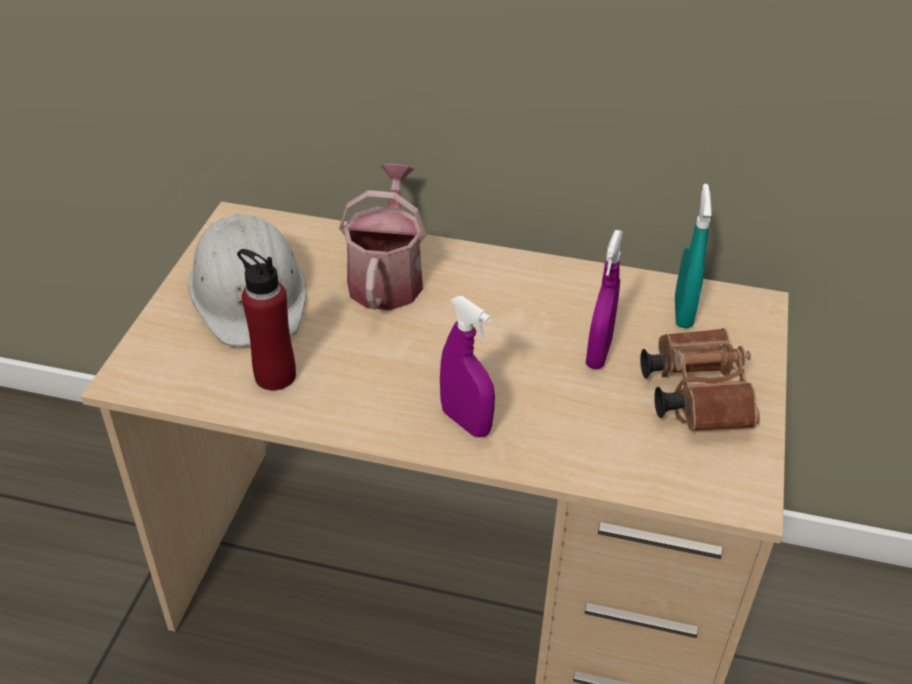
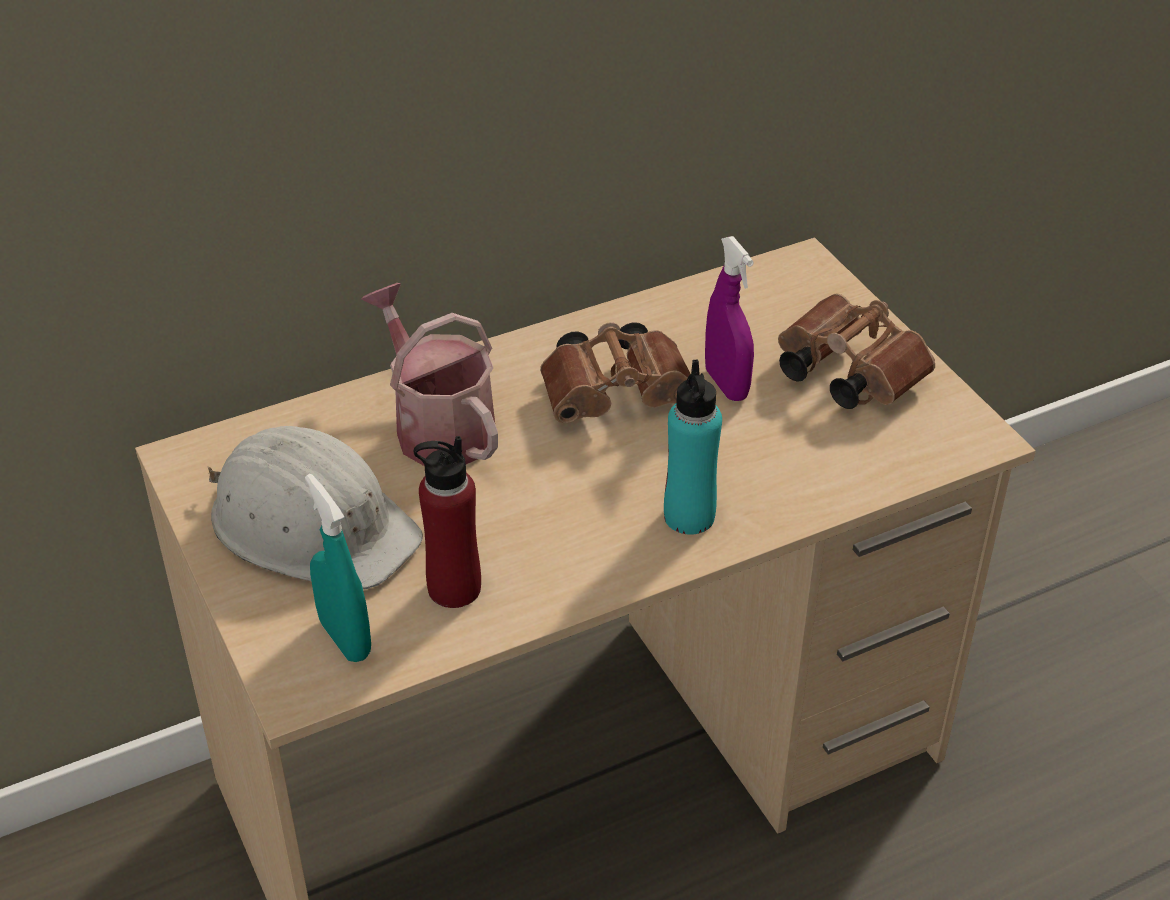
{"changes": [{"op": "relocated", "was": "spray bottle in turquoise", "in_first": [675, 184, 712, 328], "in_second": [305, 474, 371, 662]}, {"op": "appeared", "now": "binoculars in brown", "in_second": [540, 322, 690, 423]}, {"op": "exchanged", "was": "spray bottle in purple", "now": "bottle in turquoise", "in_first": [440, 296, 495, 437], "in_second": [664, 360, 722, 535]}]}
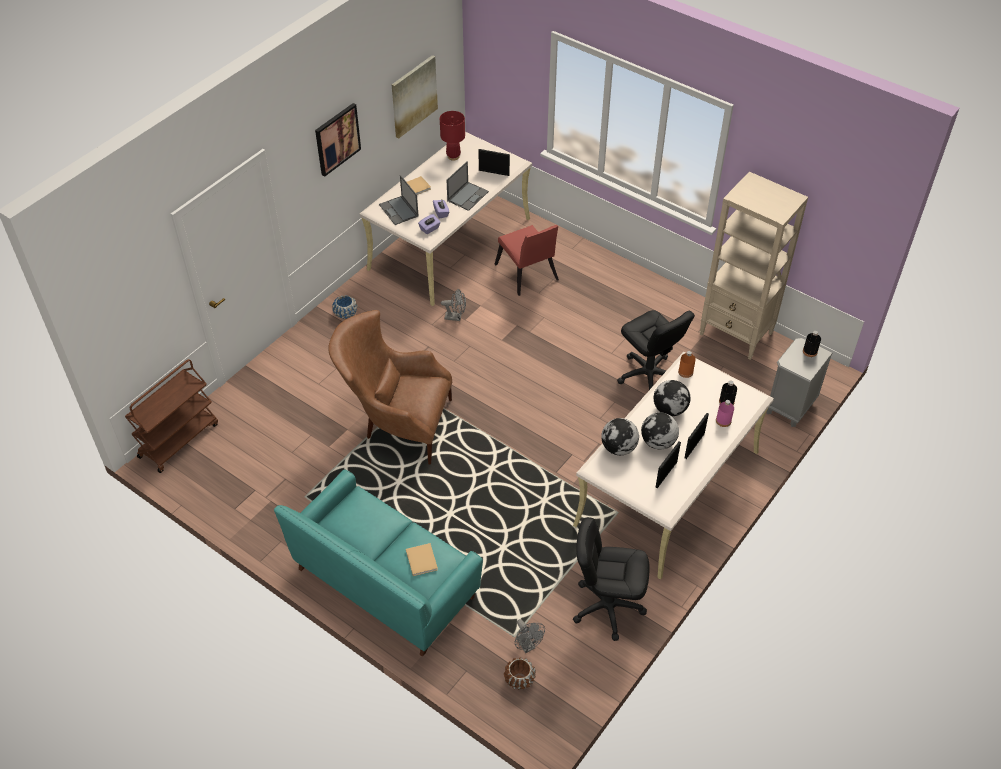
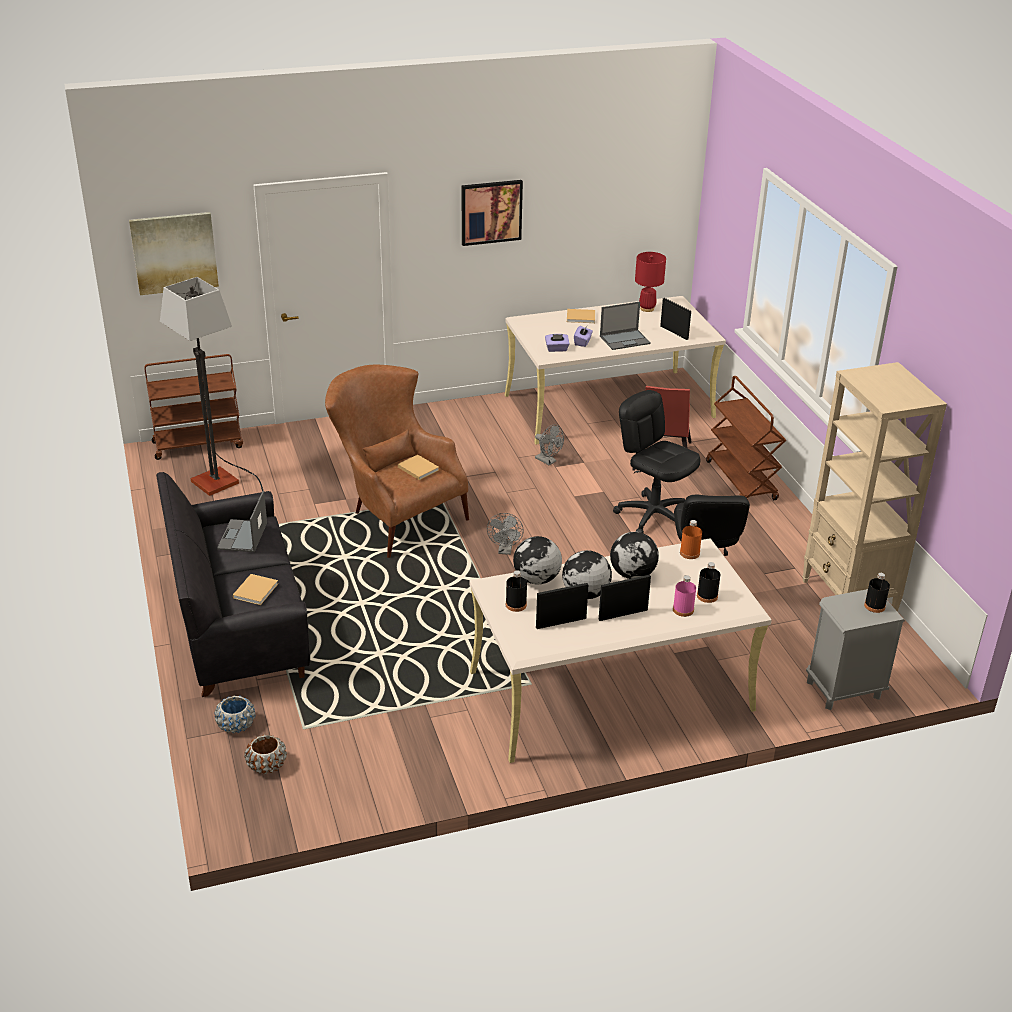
{"changes": [{"op": "relocated", "was": "picture", "in_first": [392, 55, 438, 138], "in_second": [129, 212, 219, 295]}, {"op": "colour", "was": "sofa in turquoise", "now": "sofa in black", "in_first": [274, 469, 483, 657], "in_second": [156, 472, 310, 697]}, {"op": "appeared", "now": "floor lamp", "in_second": [160, 277, 263, 496]}, {"op": "relocated", "was": "planter in blue", "in_first": [332, 295, 358, 319], "in_second": [215, 696, 256, 733]}, {"op": "relocated", "was": "laptop", "in_first": [379, 175, 418, 225], "in_second": [217, 491, 267, 552]}, {"op": "appeared", "now": "book in beige", "in_second": [398, 455, 439, 480]}, {"op": "relocated", "was": "fan in grey", "in_first": [515, 619, 545, 653], "in_second": [487, 513, 524, 555]}, {"op": "appeared", "now": "bottle in black", "in_second": [506, 571, 527, 612]}, {"op": "relocated", "was": "office chair in black", "in_first": [573, 517, 650, 641], "in_second": [613, 390, 700, 533]}, {"op": "appeared", "now": "cart in brown", "in_second": [706, 376, 786, 500]}]}
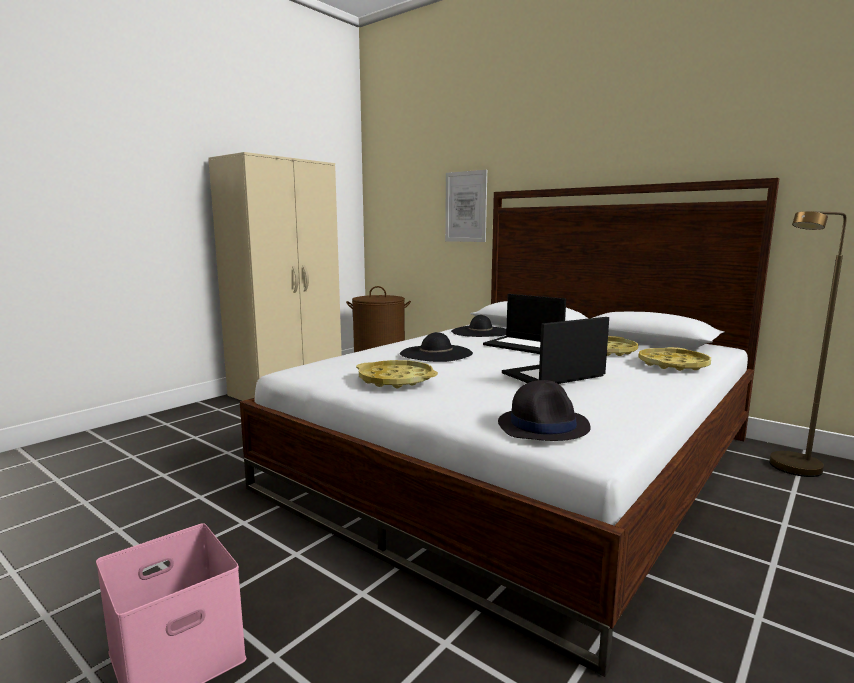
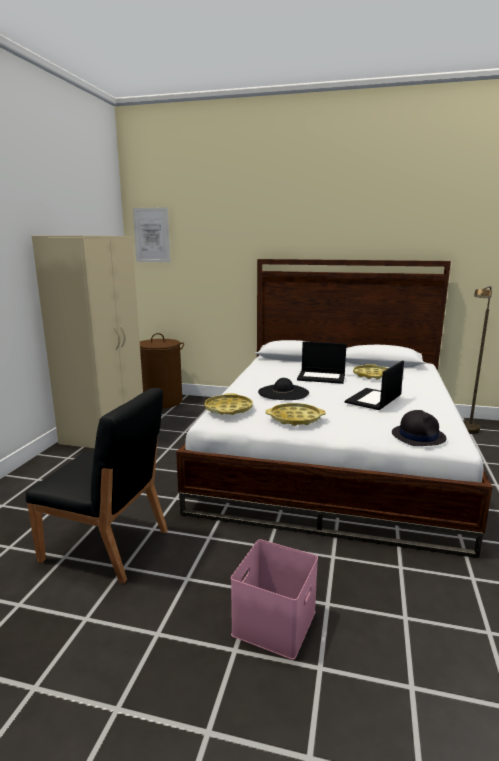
{"changes": [{"op": "appeared", "now": "chair in black", "in_second": [26, 388, 168, 584]}, {"op": "relocated", "was": "picture", "in_first": [445, 170, 487, 242], "in_second": [133, 207, 170, 262]}, {"op": "relocated", "was": "tray in yellow", "in_first": [638, 347, 711, 371], "in_second": [205, 393, 253, 415]}, {"op": "missing", "was": "hat in black", "in_first": [451, 315, 507, 337]}]}
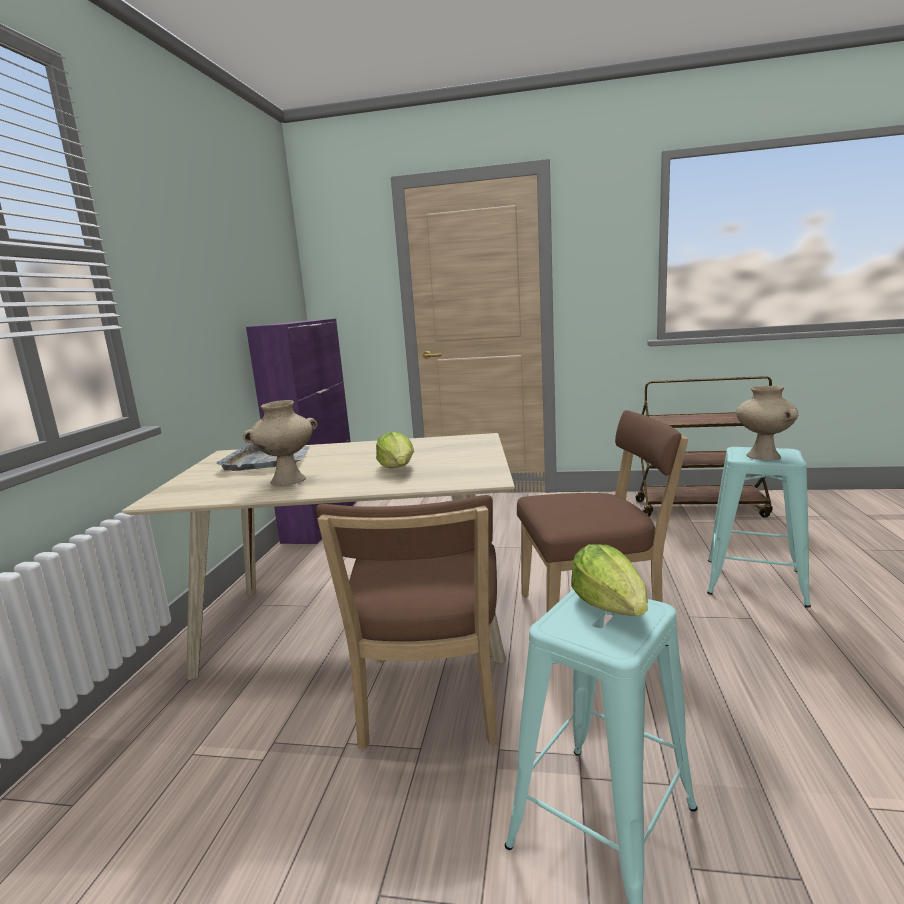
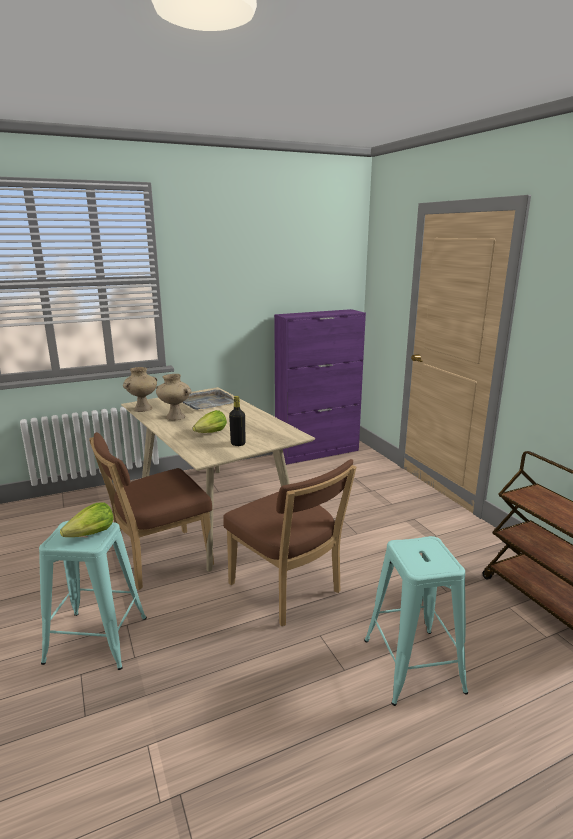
{"changes": [{"op": "relocated", "was": "vase in beige", "in_first": [736, 386, 798, 461], "in_second": [123, 367, 157, 412]}, {"op": "appeared", "now": "bottle in black", "in_second": [229, 396, 245, 446]}]}
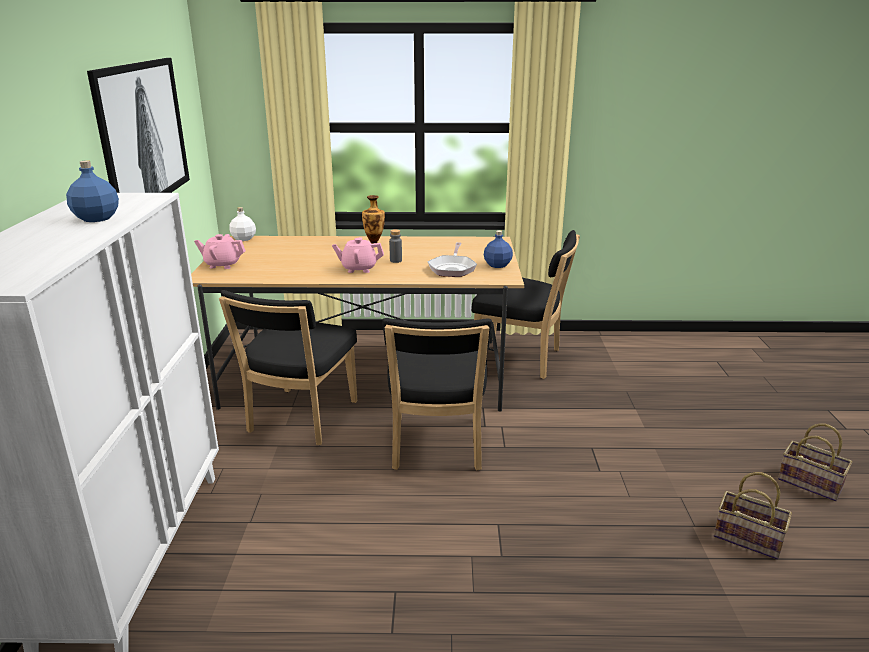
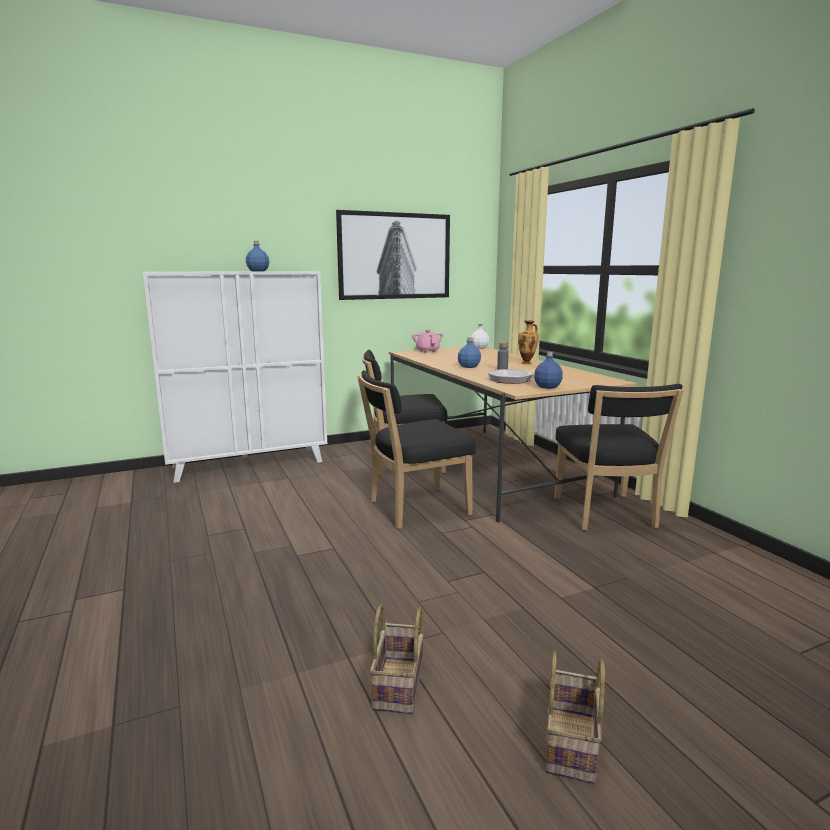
{"changes": [{"op": "exchanged", "was": "teapot in pink", "now": "bottle in blue", "in_first": [332, 237, 384, 273], "in_second": [458, 337, 481, 368]}]}
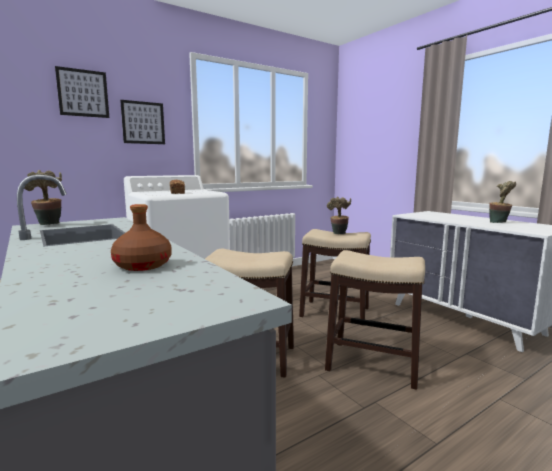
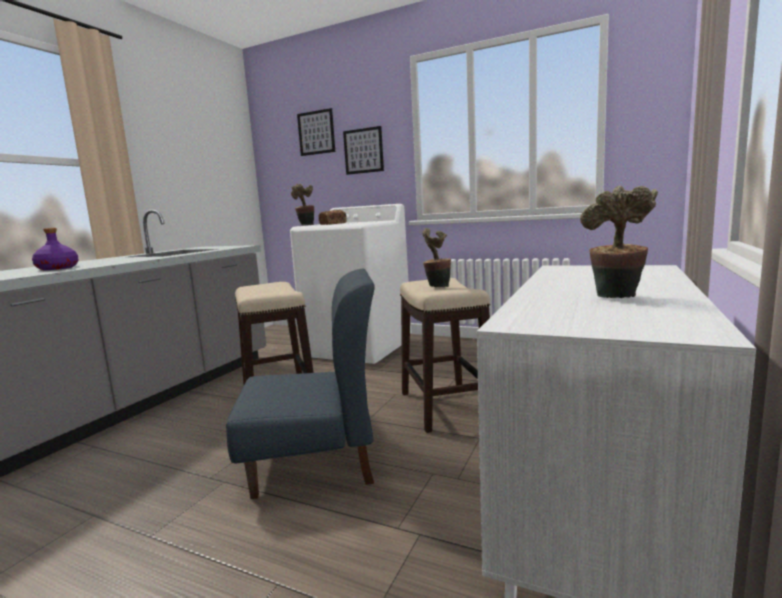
{"changes": [{"op": "colour", "was": "bottle in brown", "now": "bottle in purple", "in_first": [111, 204, 171, 271], "in_second": [32, 228, 79, 270]}, {"op": "exchanged", "was": "stool", "now": "chair in blue", "in_first": [325, 250, 425, 390], "in_second": [226, 269, 375, 499]}, {"op": "relocated", "was": "potted plant", "in_first": [24, 170, 62, 225], "in_second": [291, 184, 314, 225]}]}
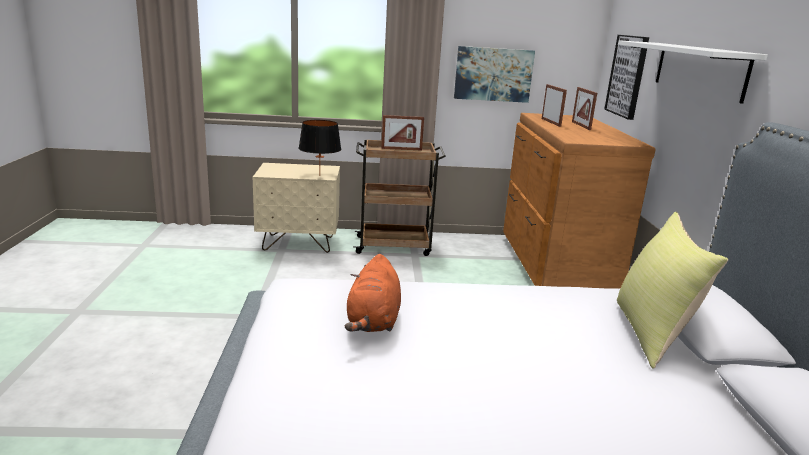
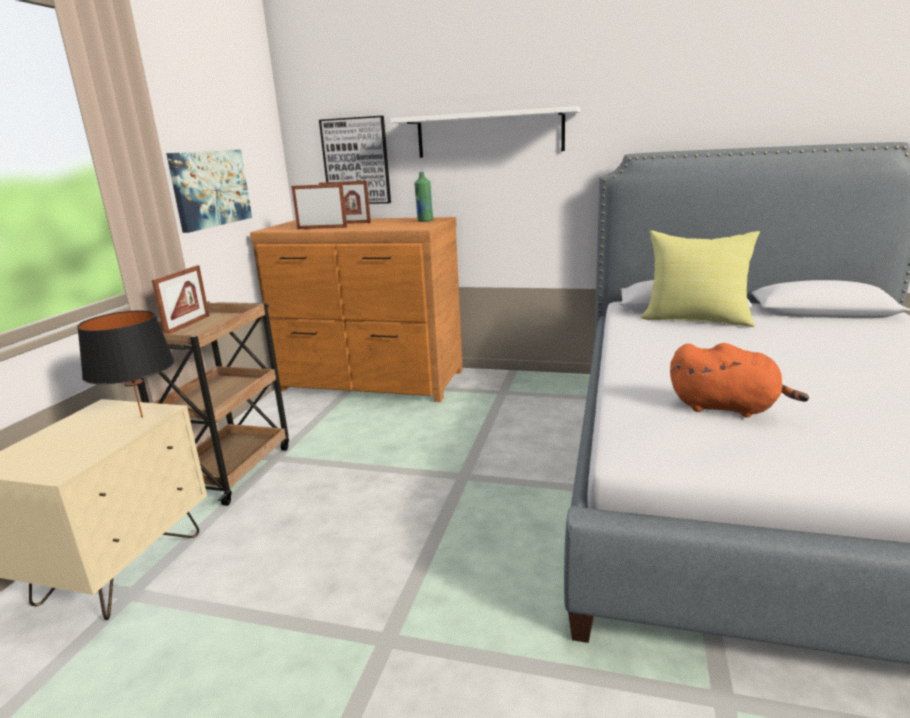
{"changes": [{"op": "appeared", "now": "bottle in green", "in_second": [414, 172, 433, 222]}]}
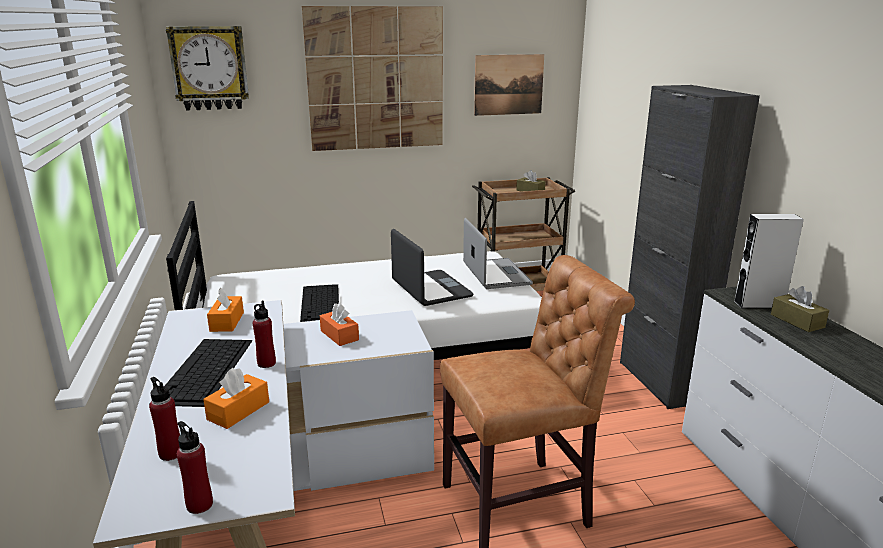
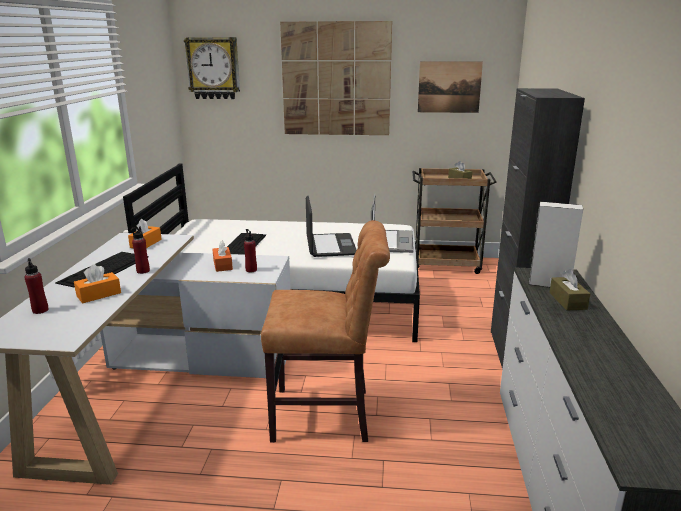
{"changes": [{"op": "relocated", "was": "bottle in red", "in_first": [177, 421, 213, 514], "in_second": [244, 229, 257, 272]}]}
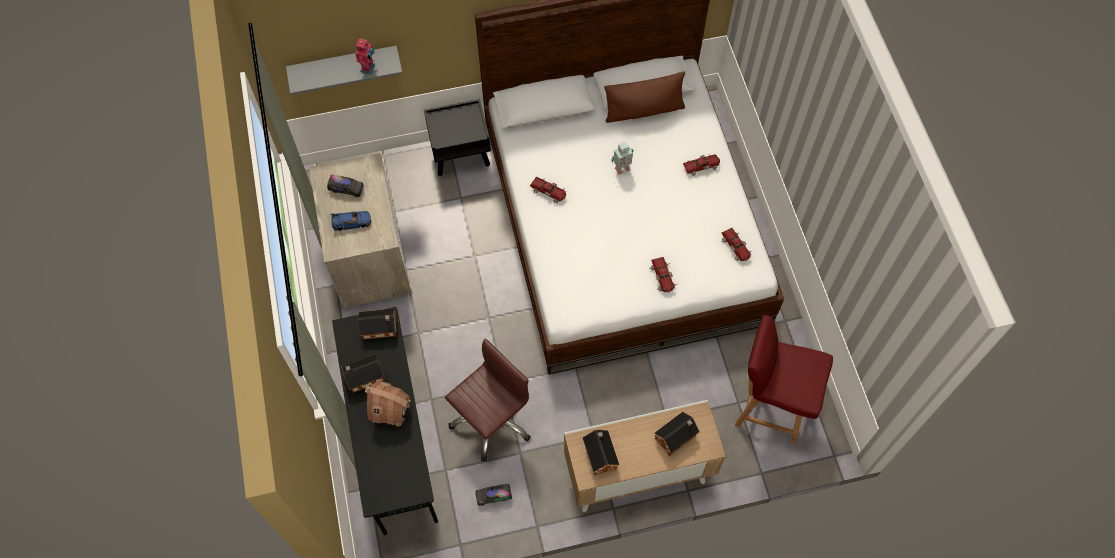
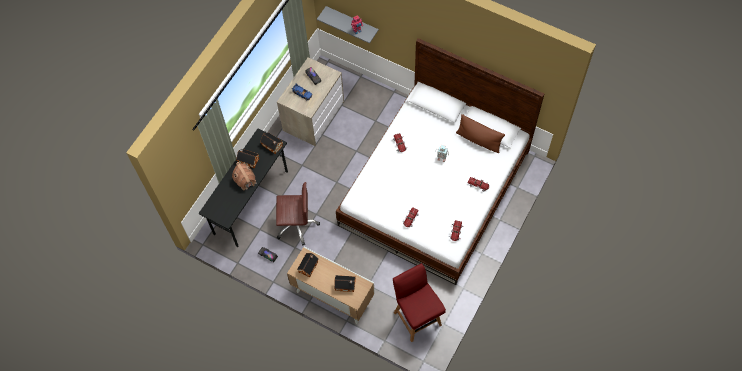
{"changes": [{"op": "missing", "was": "nightstand in black", "in_first": [424, 99, 491, 176]}]}
